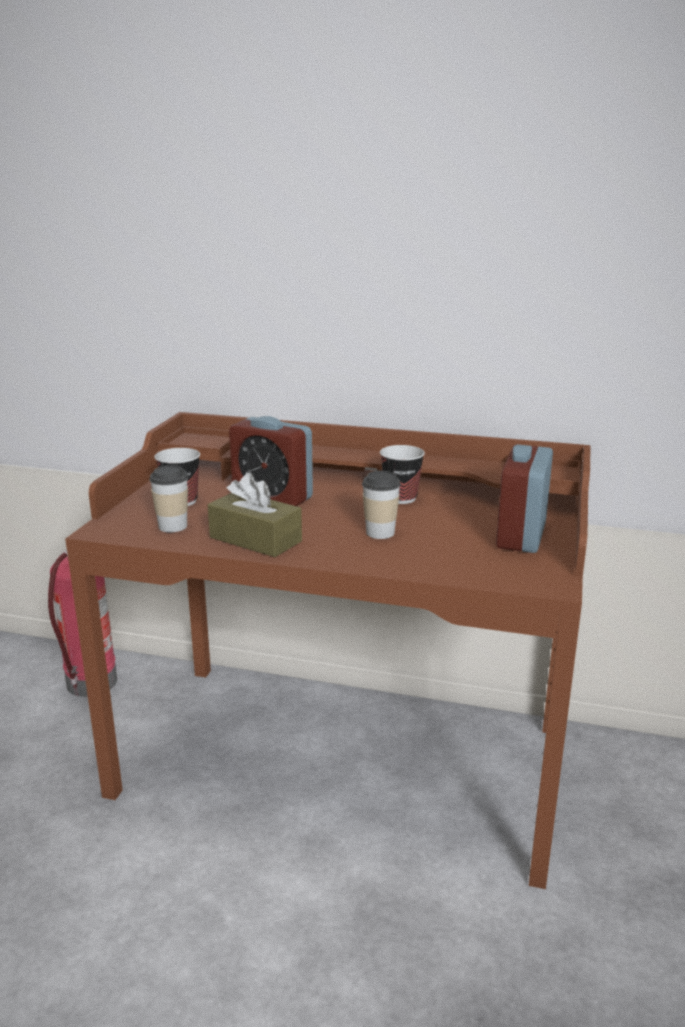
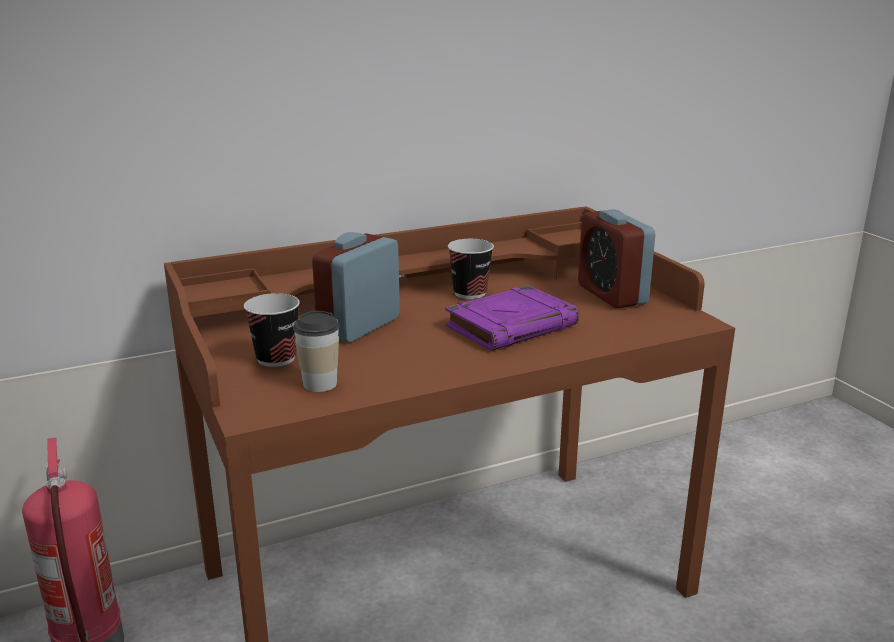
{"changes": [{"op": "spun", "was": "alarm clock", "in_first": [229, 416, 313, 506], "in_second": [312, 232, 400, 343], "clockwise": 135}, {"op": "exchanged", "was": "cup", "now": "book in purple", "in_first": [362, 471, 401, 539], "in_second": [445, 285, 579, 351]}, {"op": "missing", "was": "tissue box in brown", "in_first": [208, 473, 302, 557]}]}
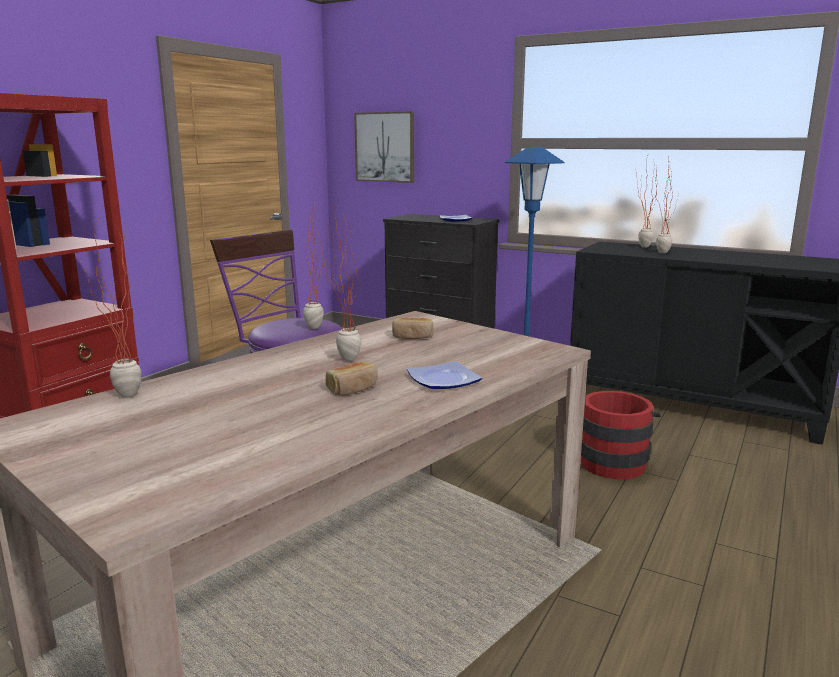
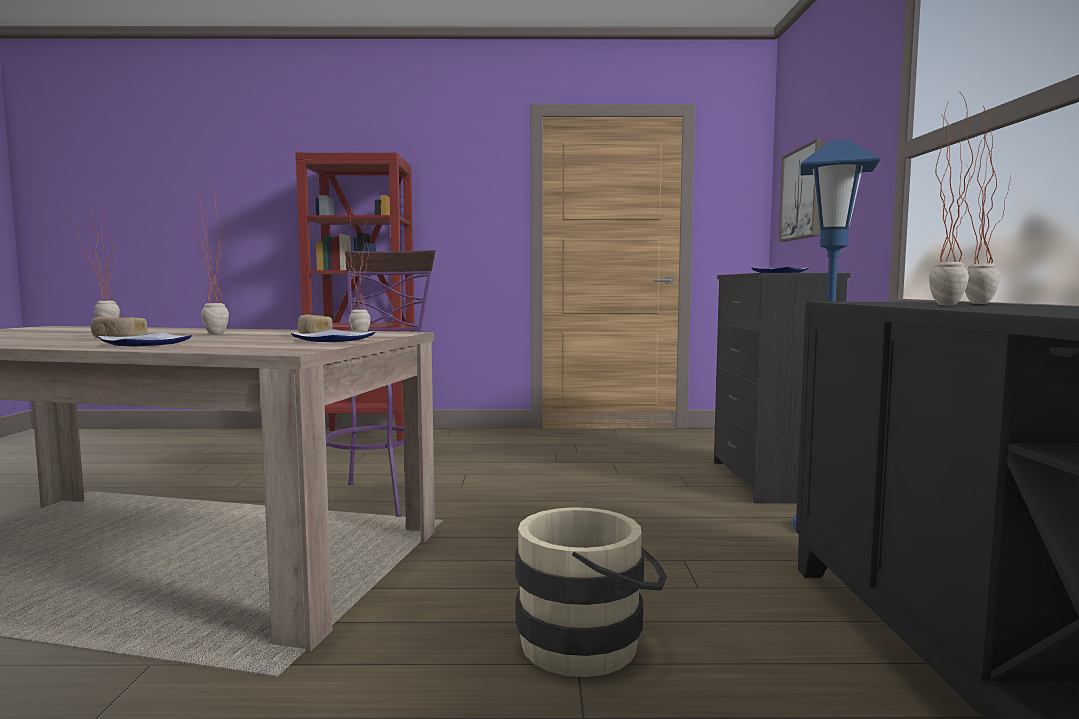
{"changes": [{"op": "appeared", "now": "plate", "in_second": [291, 329, 375, 342]}, {"op": "colour", "was": "bucket in red", "now": "bucket in beige", "in_first": [581, 391, 661, 479], "in_second": [515, 507, 667, 677]}]}
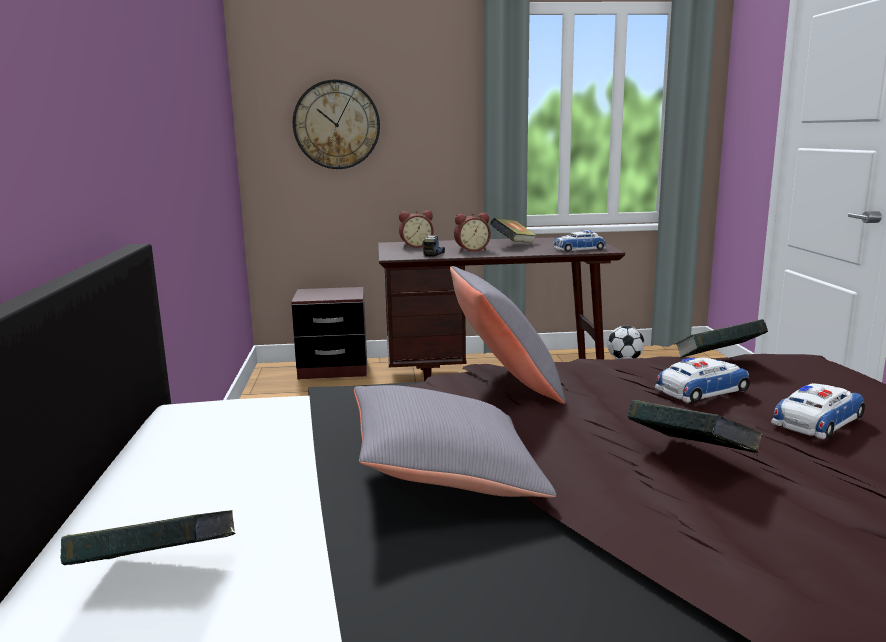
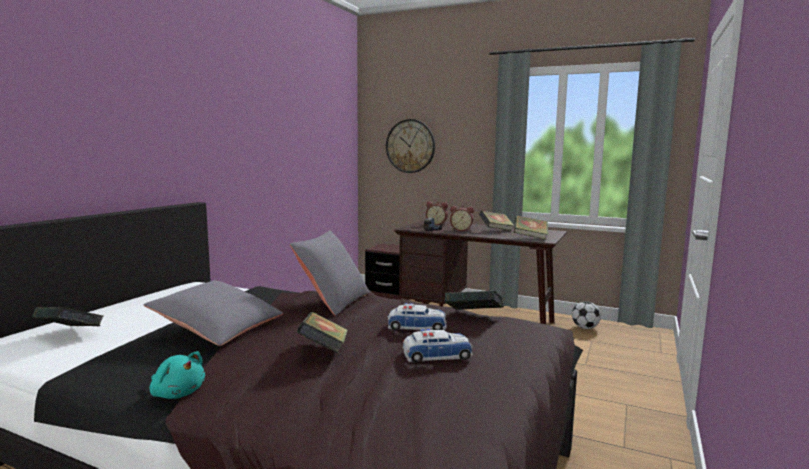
{"changes": [{"op": "appeared", "now": "plush toy in turquoise", "in_second": [150, 351, 205, 399]}, {"op": "exchanged", "was": "toy car", "now": "book", "in_first": [553, 230, 606, 252], "in_second": [514, 215, 548, 240]}]}
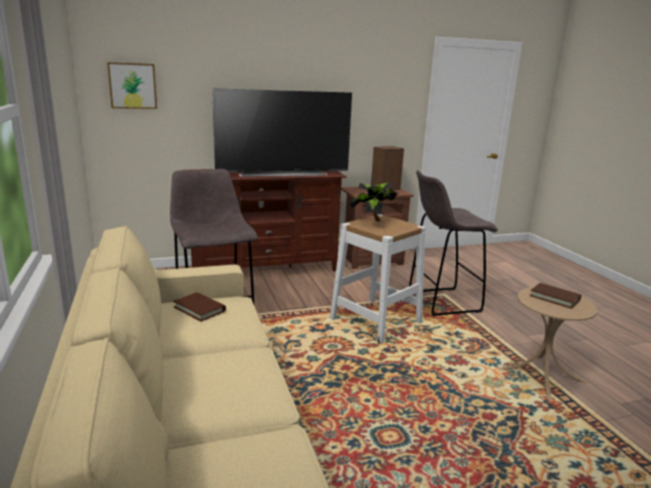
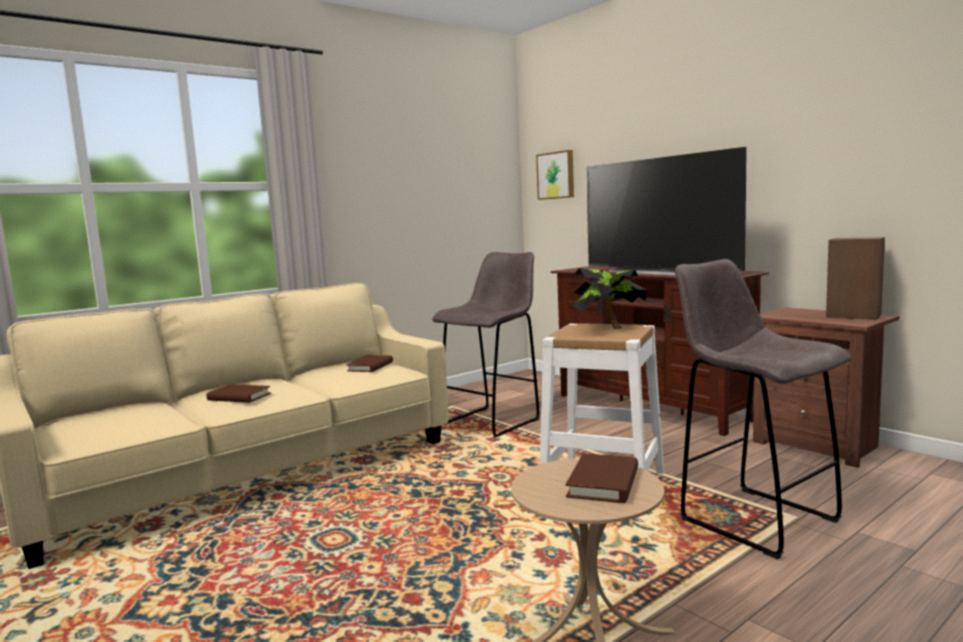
{"changes": [{"op": "appeared", "now": "book in brown", "in_second": [206, 384, 271, 403]}]}
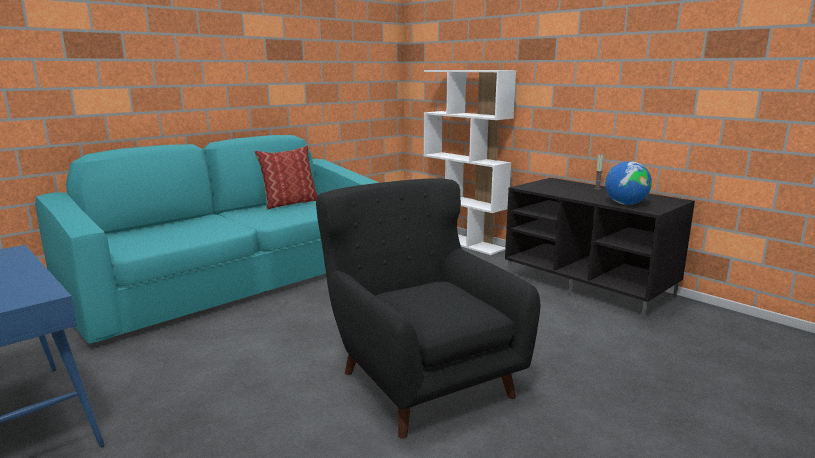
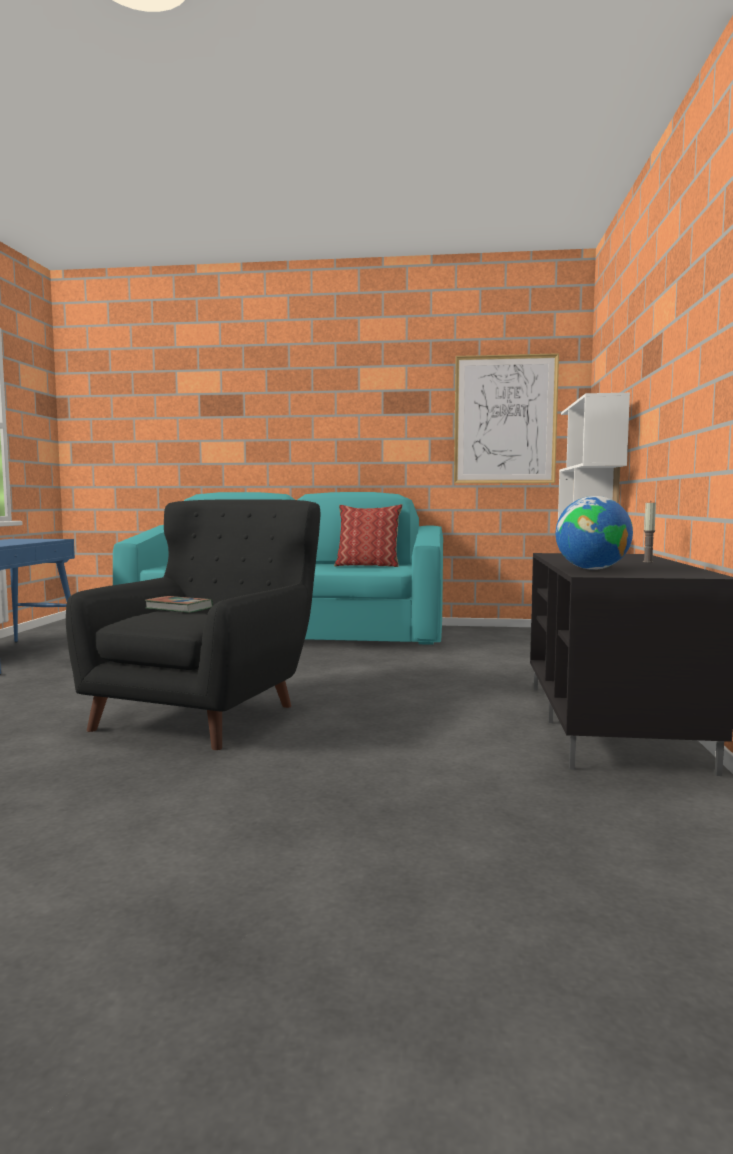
{"changes": [{"op": "appeared", "now": "book", "in_second": [145, 596, 213, 613]}, {"op": "appeared", "now": "picture", "in_second": [454, 353, 559, 484]}]}
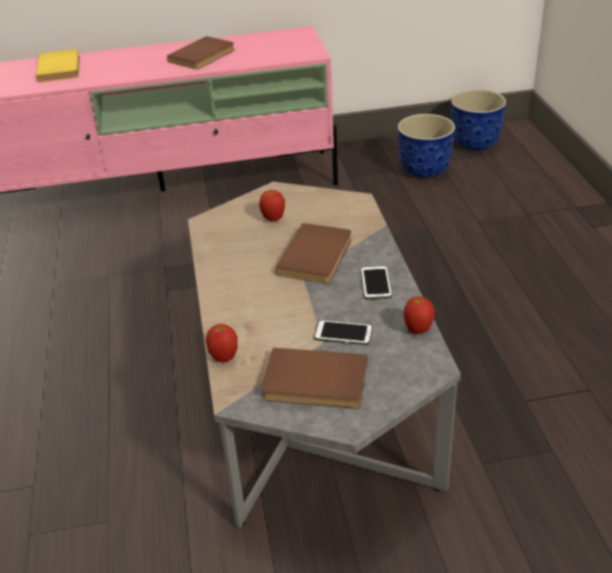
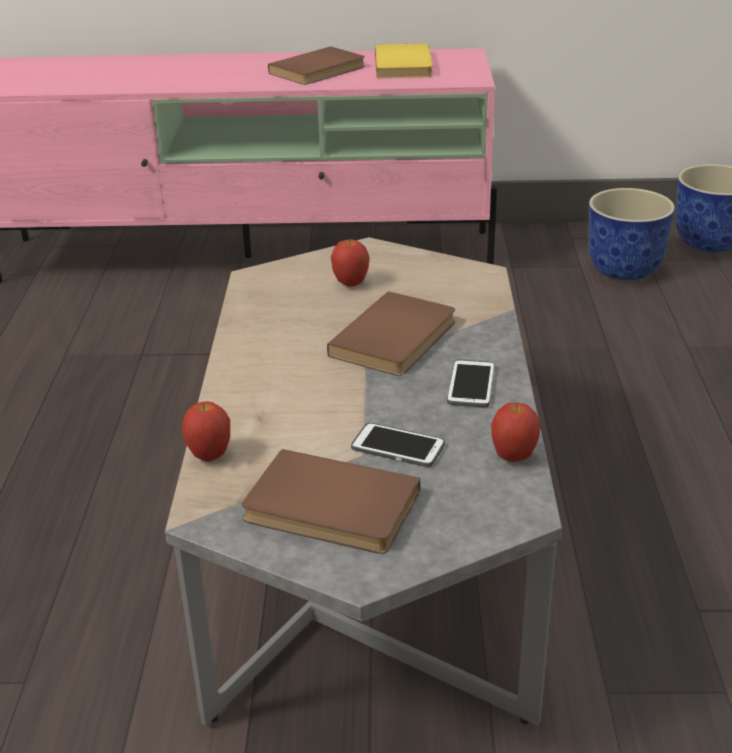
{"changes": [{"op": "relocated", "was": "book in yellow", "in_first": [36, 49, 80, 83], "in_second": [375, 43, 433, 78]}]}
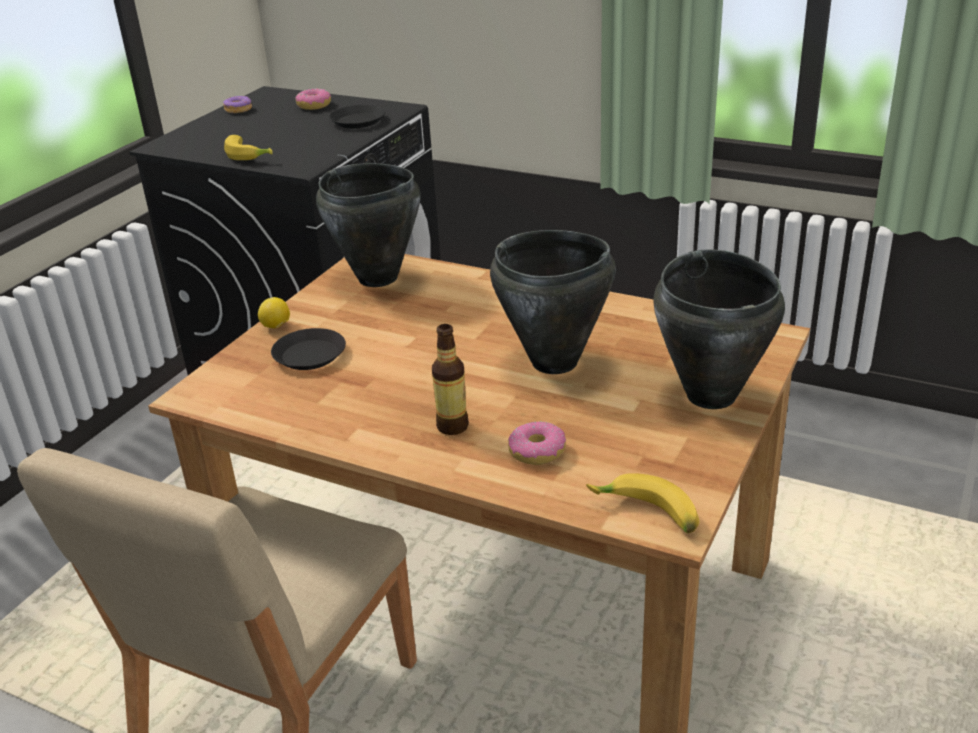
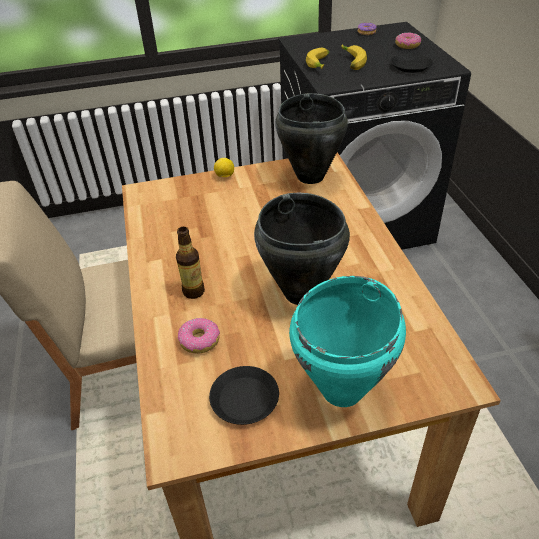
{"changes": [{"op": "relocated", "was": "plate in black", "in_first": [271, 328, 346, 370], "in_second": [209, 366, 279, 425]}, {"op": "colour", "was": "cooking pot in black", "now": "cooking pot in turquoise", "in_first": [653, 249, 785, 409], "in_second": [289, 276, 406, 407]}, {"op": "relocated", "was": "banana", "in_first": [586, 473, 699, 533], "in_second": [342, 45, 367, 70]}]}
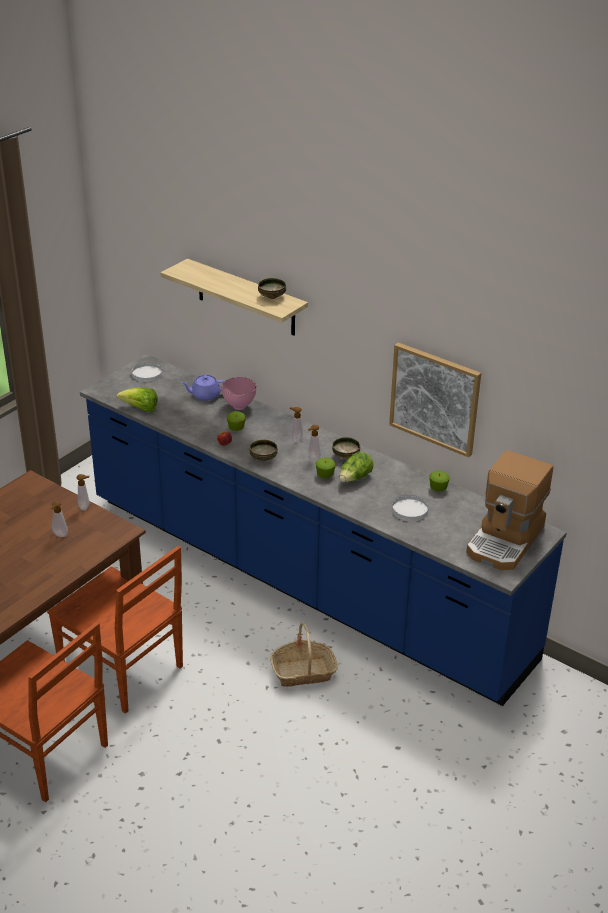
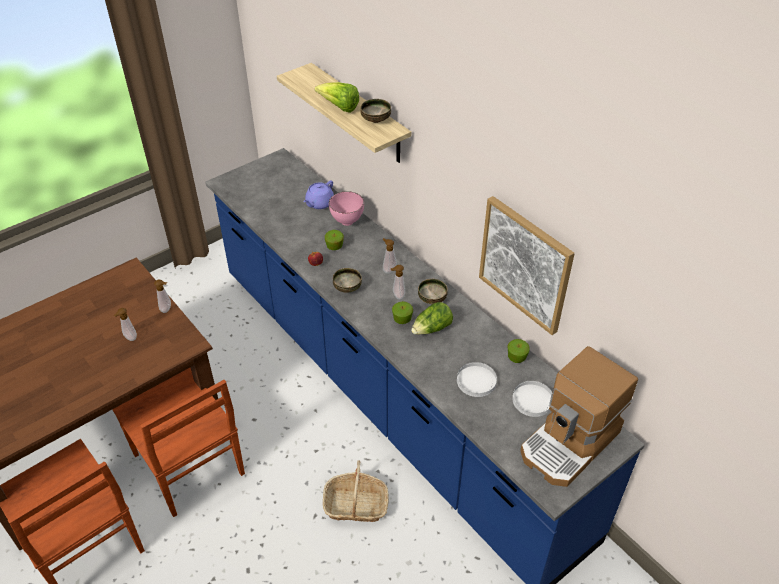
{"changes": [{"op": "spun", "was": "teapot in purple", "in_first": [181, 375, 226, 401], "in_second": [303, 181, 334, 209], "clockwise": -60}, {"op": "relocated", "was": "lettuce", "in_first": [117, 388, 158, 412], "in_second": [315, 82, 359, 113]}, {"op": "relocated", "was": "plate in white", "in_first": [131, 362, 163, 382], "in_second": [512, 381, 552, 417]}]}
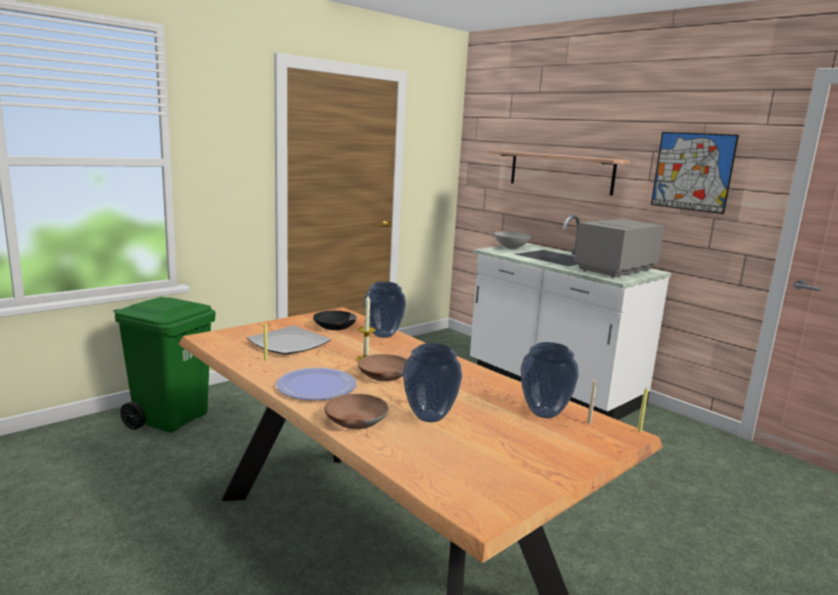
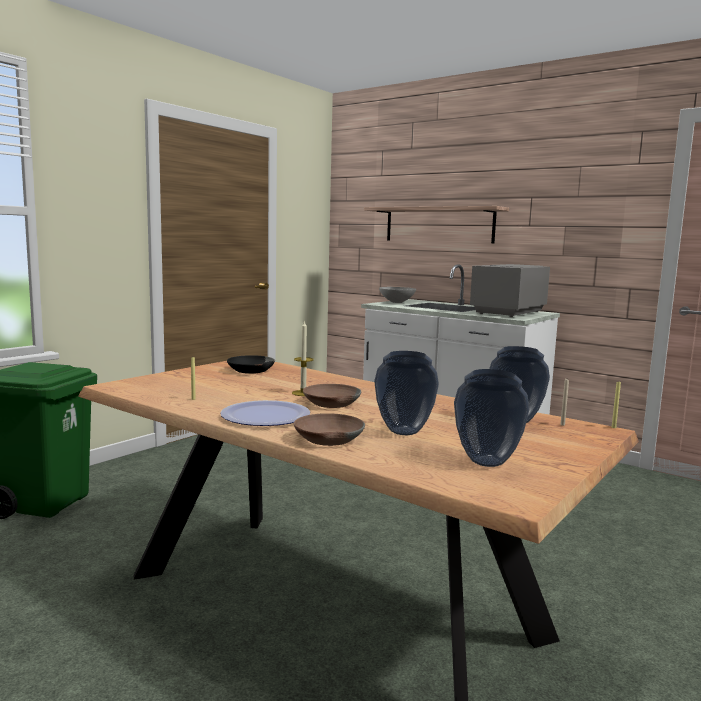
{"changes": [{"op": "relocated", "was": "vase", "in_first": [364, 282, 406, 338], "in_second": [454, 369, 529, 467]}, {"op": "missing", "was": "plate", "in_first": [247, 325, 331, 355]}, {"op": "missing", "was": "picture", "in_first": [651, 132, 739, 214]}]}
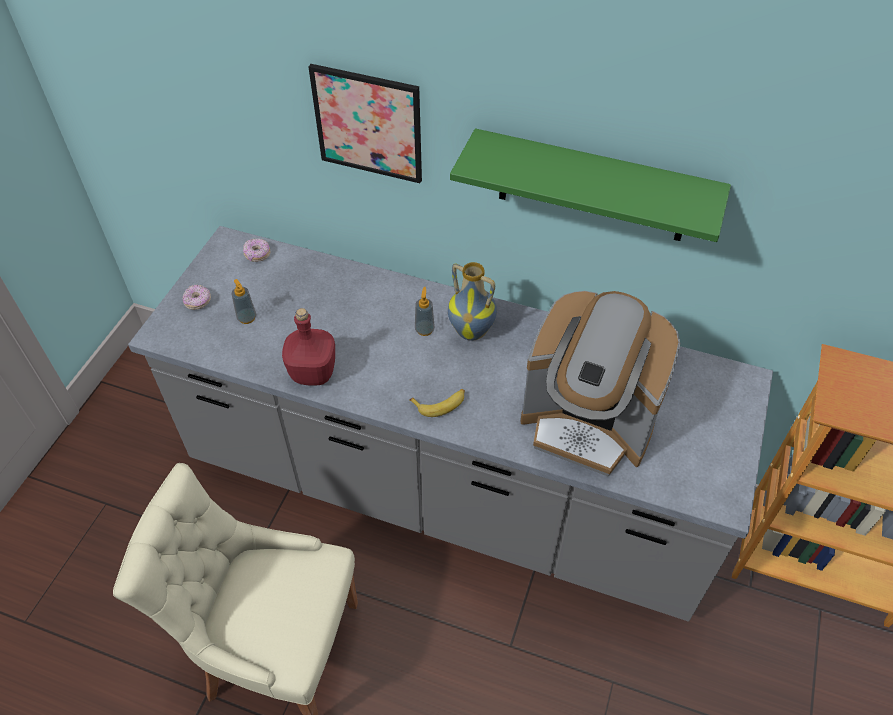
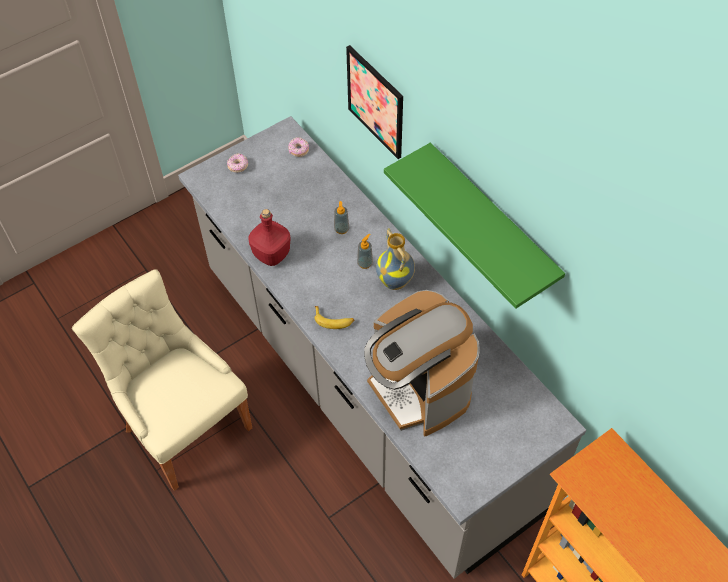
{"changes": [{"op": "relocated", "was": "soap dispenser", "in_first": [232, 279, 256, 324], "in_second": [334, 201, 349, 234]}]}
